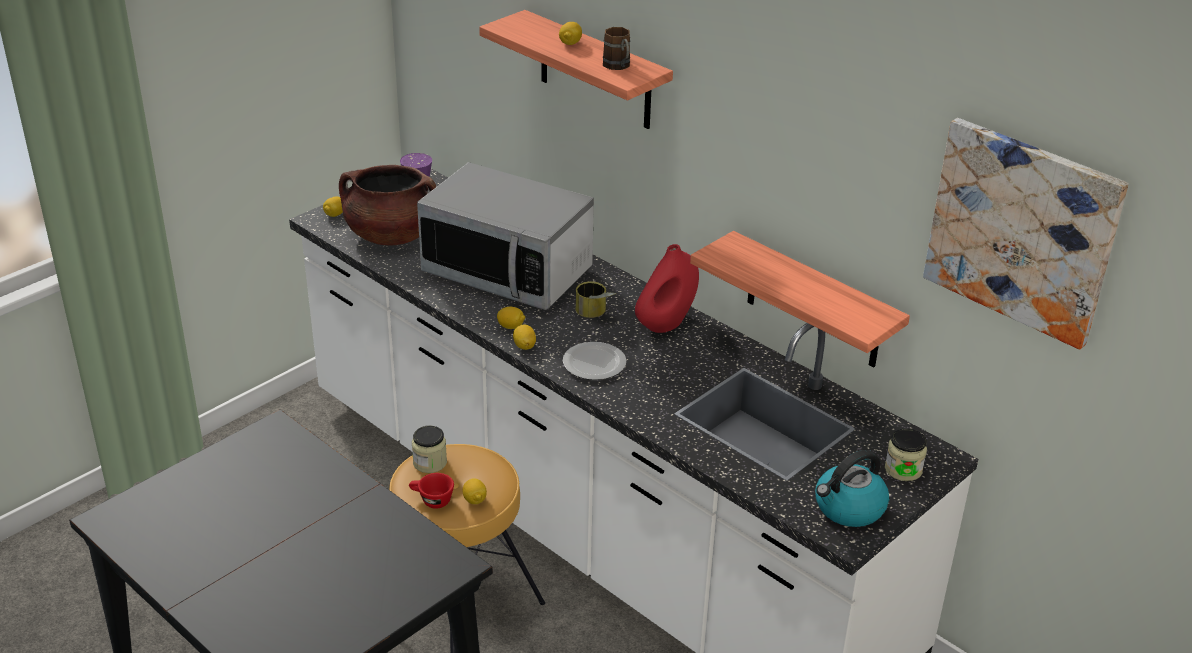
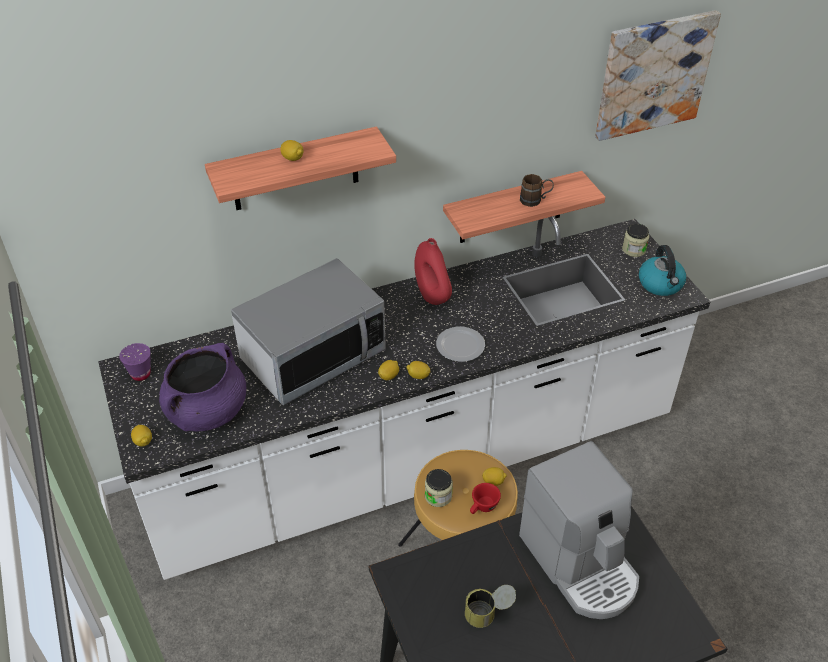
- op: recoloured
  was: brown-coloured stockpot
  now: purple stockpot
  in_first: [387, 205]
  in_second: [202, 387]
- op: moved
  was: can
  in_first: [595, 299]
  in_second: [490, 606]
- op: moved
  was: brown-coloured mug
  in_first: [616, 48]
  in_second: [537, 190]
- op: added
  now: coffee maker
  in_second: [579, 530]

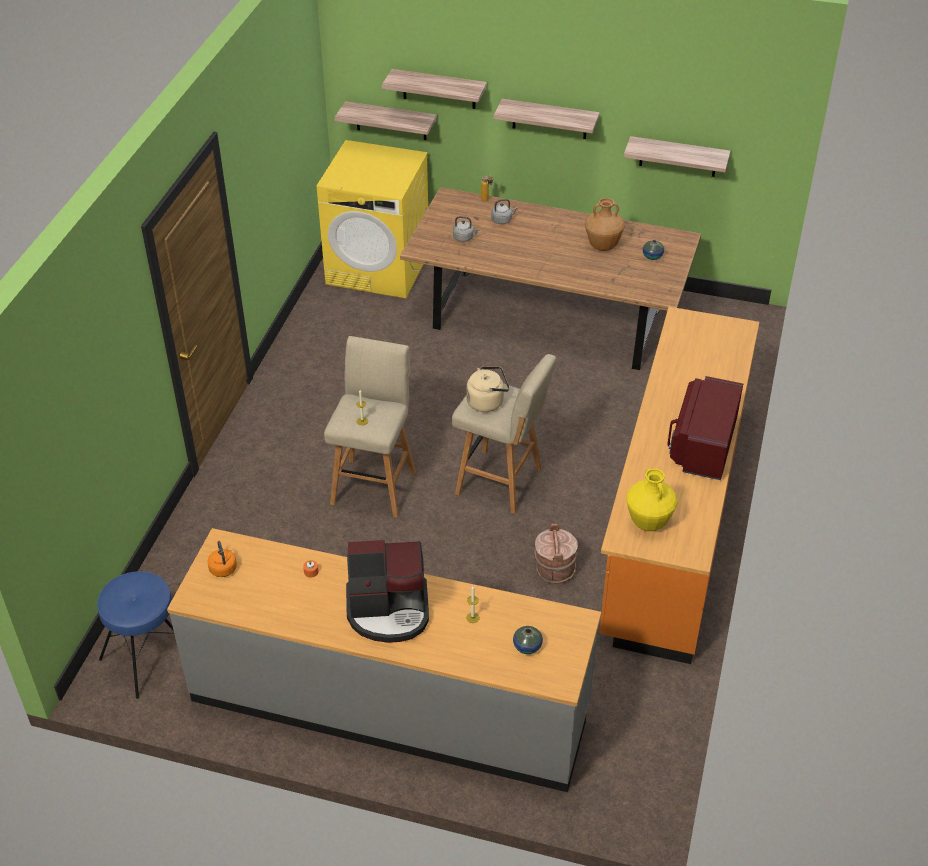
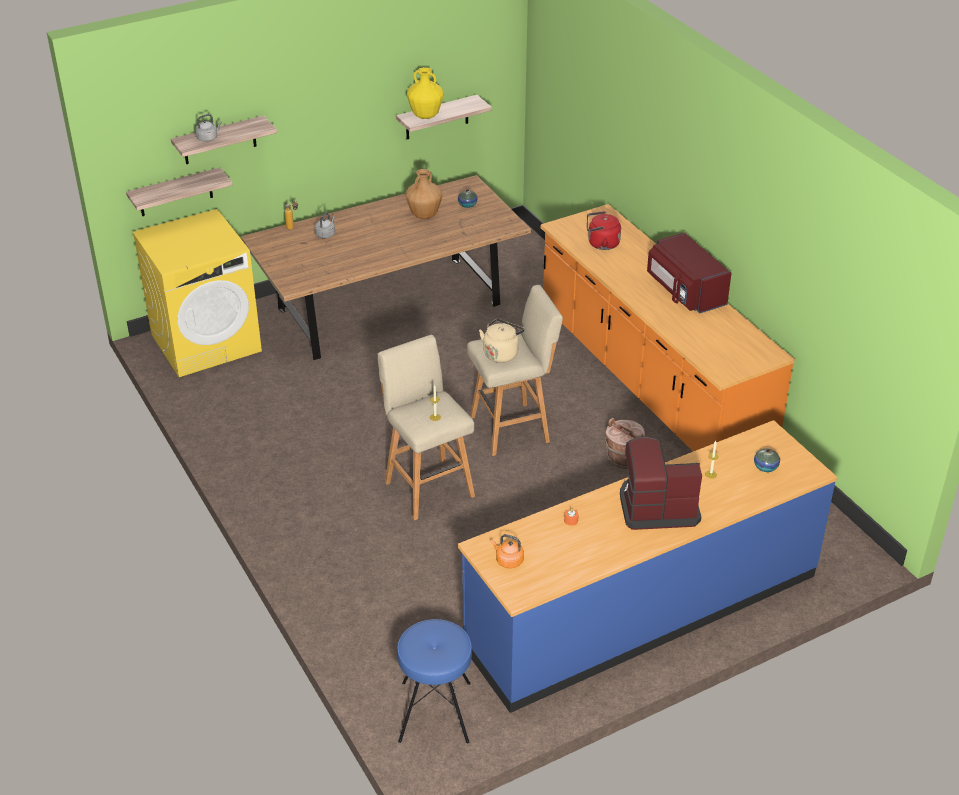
- op: recoloured
  was: gray kitchen base unit
  now: bluish kitchen base unit
  in_first: [384, 660]
  in_second: [647, 566]
- op: turned
  was: coffee maker
  in_first: [387, 591]
  in_second: [661, 483]
  clockwise: -135
- op: moved
  was: gray tea kettle
  in_first: [466, 229]
  in_second: [208, 128]
- op: removed
  was: bracket shelf
  in_first: [546, 119]
- op: moved
  was: yellowish flower vase
  in_first: [652, 500]
  in_second: [425, 93]
- op: added
  now: red tea kettle
  in_second: [604, 230]

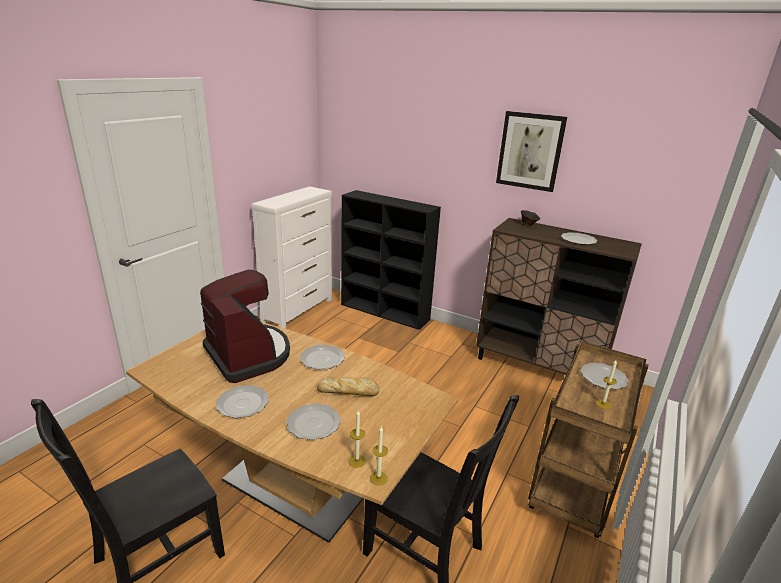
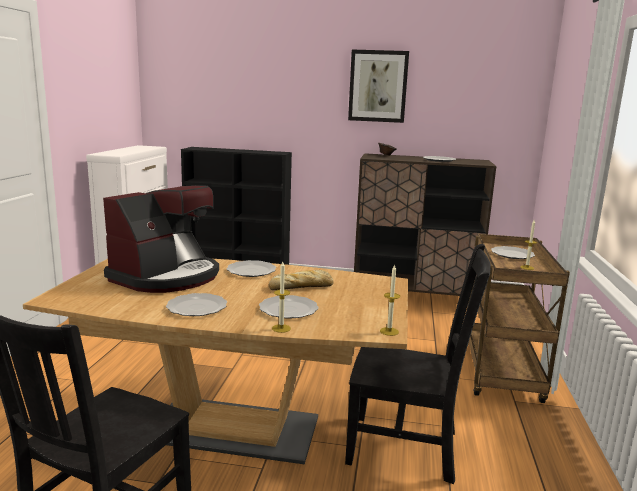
- op: turned
  was: coffee maker
  in_first: [245, 326]
  in_second: [161, 239]
  clockwise: 90
- op: moved
  was: wax light
  in_first: [357, 439]
  in_second: [281, 297]

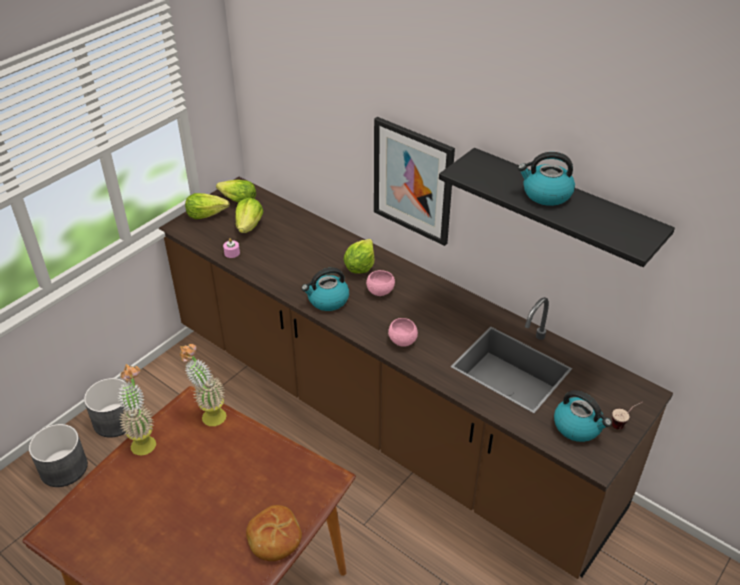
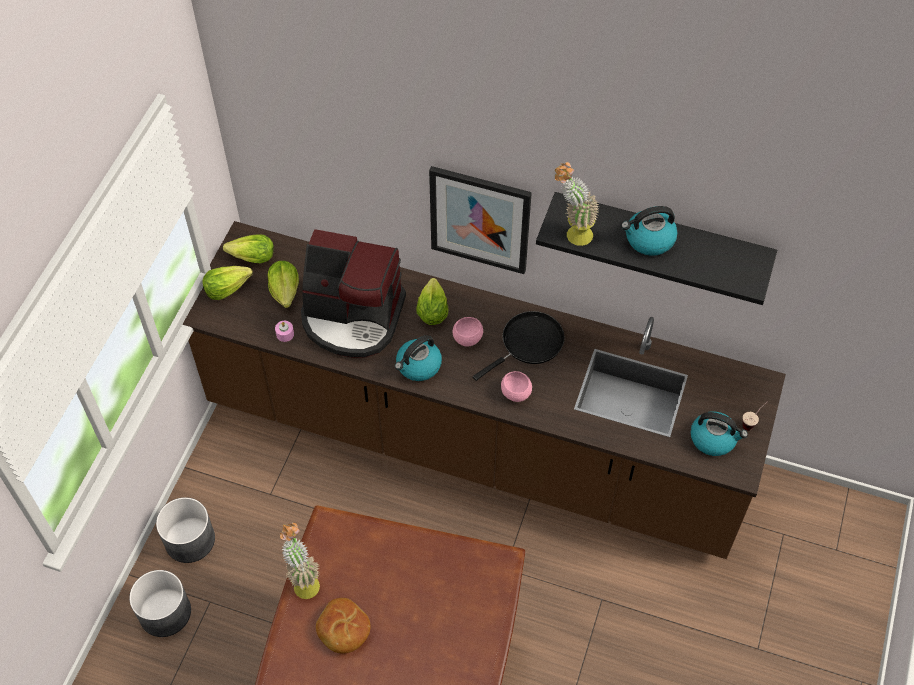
- op: moved
  was: potted plant
  in_first: [203, 385]
  in_second: [577, 204]
- op: moved
  was: baked bread
  in_first: [274, 533]
  in_second: [343, 626]
- op: added
  now: coffee maker
  in_second: [353, 293]
- op: added
  now: black-coloured skillet
  in_second: [519, 346]

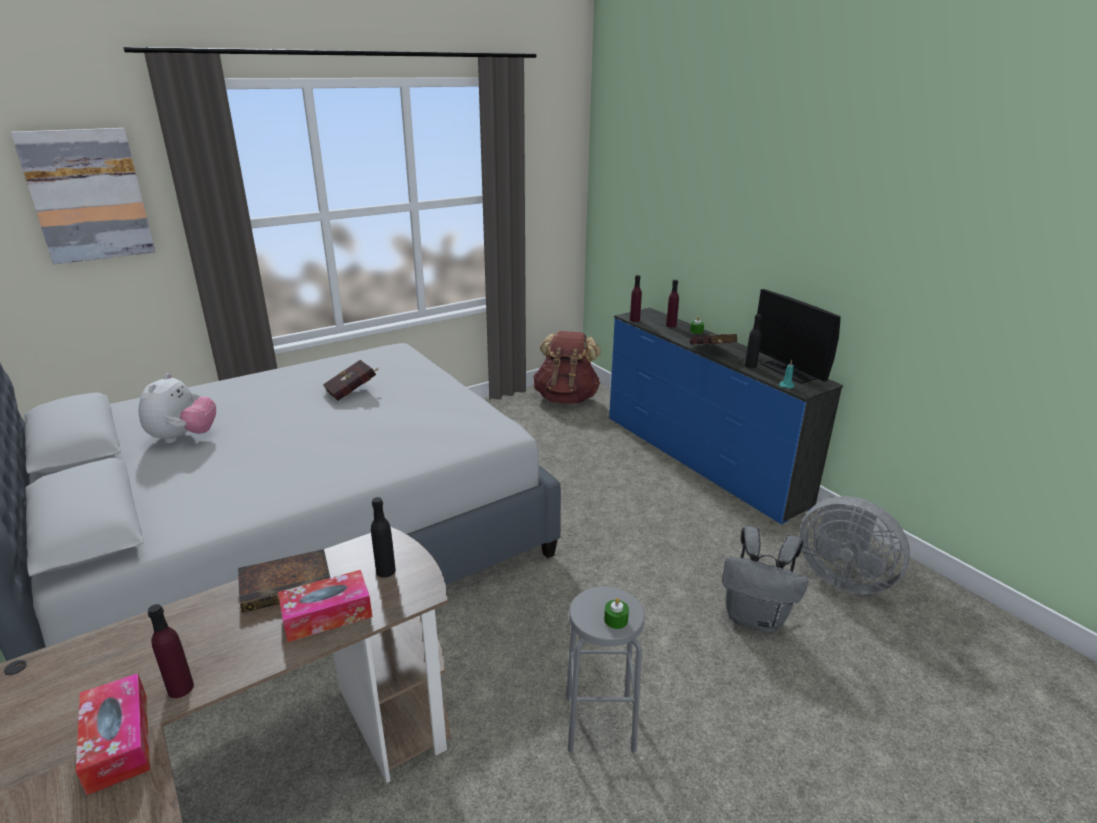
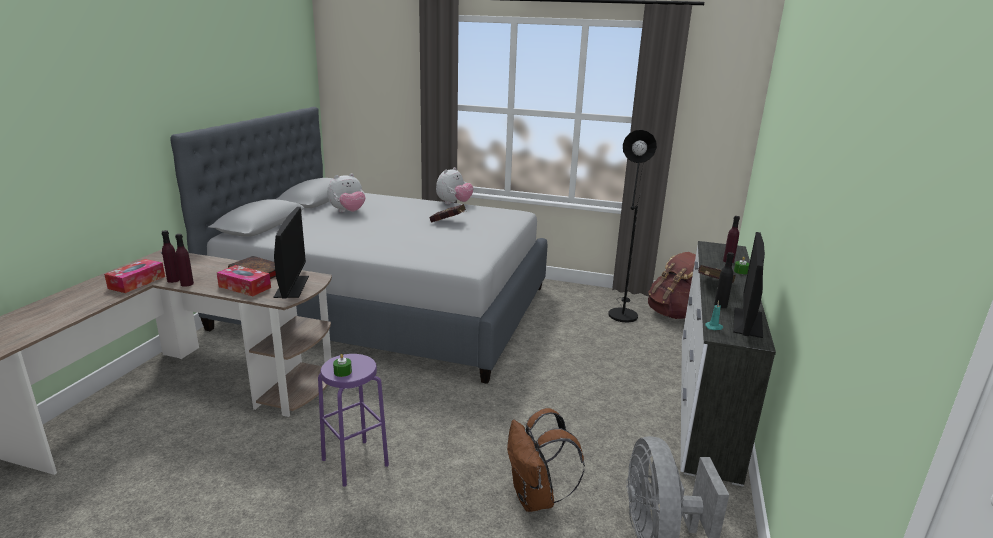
- op: removed
  was: picture
  in_first: [83, 196]
- op: replaced
  was: black-coloured beverage bottle
  now: computer display
  in_first: [383, 537]
  in_second: [291, 252]
- op: recoloured
  was: gray stool
  now: purple stool
  in_first: [605, 670]
  in_second: [353, 420]
- op: recoloured
  was: bluish chest of drawers
  now: white-coloured chest of drawers
  in_first: [726, 416]
  in_second: [728, 364]
- op: moved
  was: purple beverage bottle
  in_first: [636, 298]
  in_second: [184, 260]
- op: recoloured
  was: gray knapsack
  now: brown-coloured knapsack
  in_first: [765, 579]
  in_second: [546, 460]
- op: added
  now: plush toy
  in_second: [454, 185]
- op: added
  now: black-coloured standard lamp
  in_second: [632, 226]

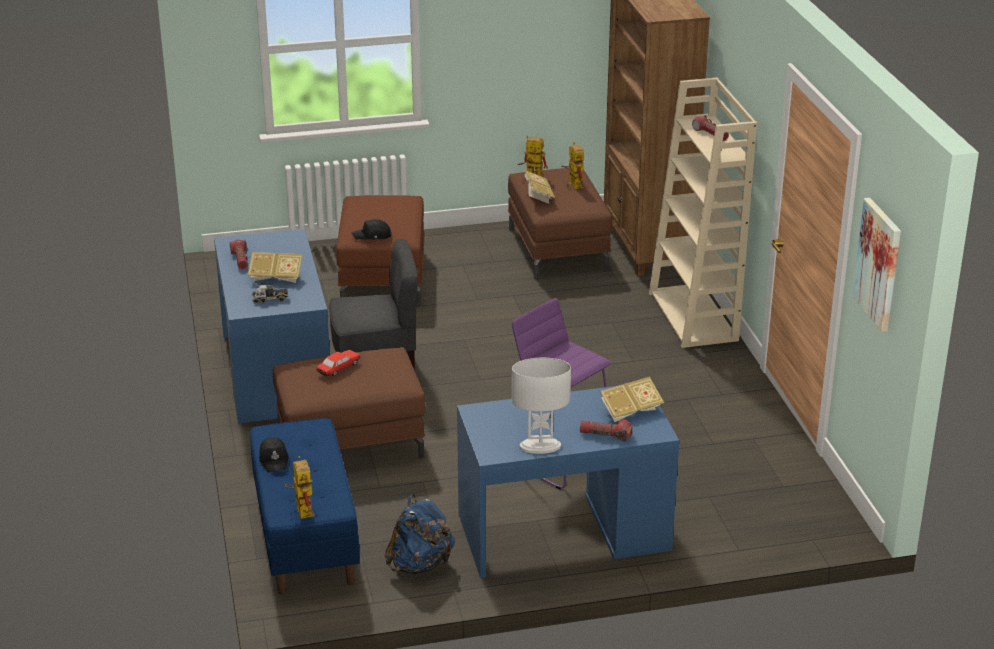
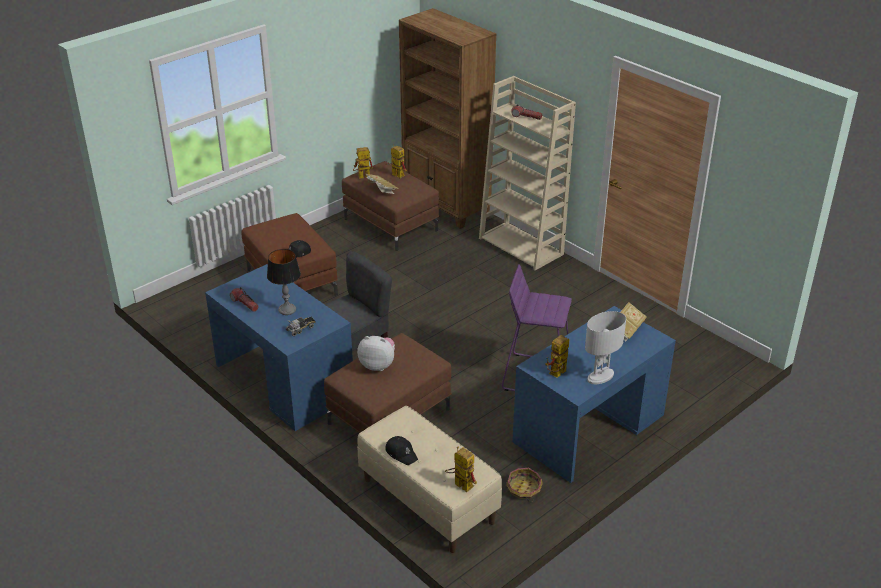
- op: replaced
  was: bound book
  now: lamp for a table
  in_first: [275, 267]
  in_second: [284, 282]
- op: recoloured
  was: bluish long seat
  now: beige long seat
  in_first: [305, 506]
  in_second: [429, 479]
- op: replaced
  was: toy car
  now: plush toy
  in_first: [338, 363]
  in_second: [376, 353]
- op: replaced
  was: bluish knapsack
  now: basket
  in_first: [419, 534]
  in_second: [524, 485]
- op: removed
  was: hand torch
  in_first: [606, 431]
- op: removed
  was: picture
  in_first: [876, 265]
- op: added
  now: model robot
  in_second: [557, 356]

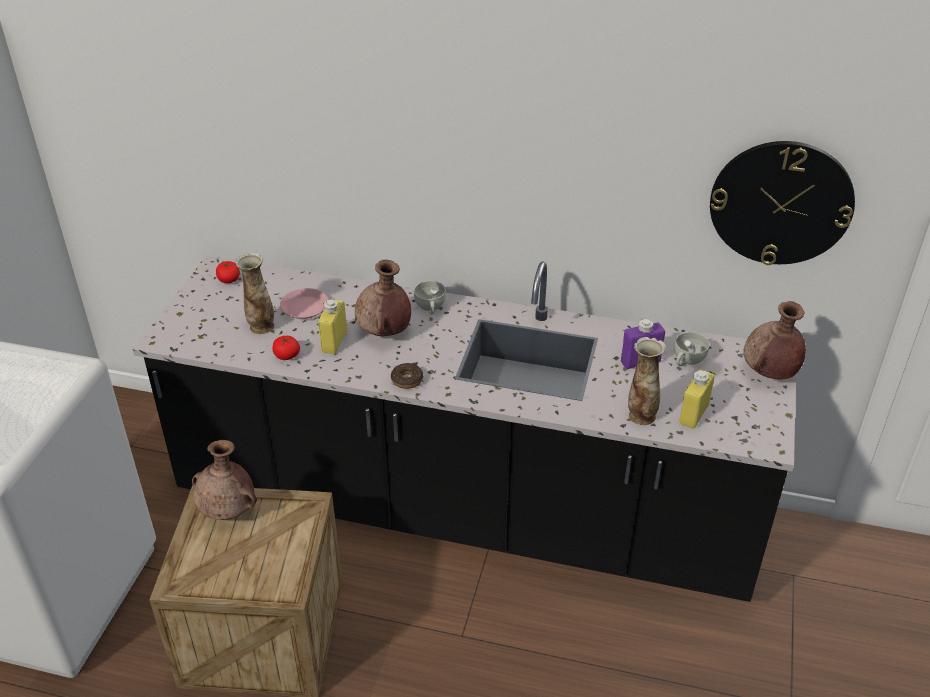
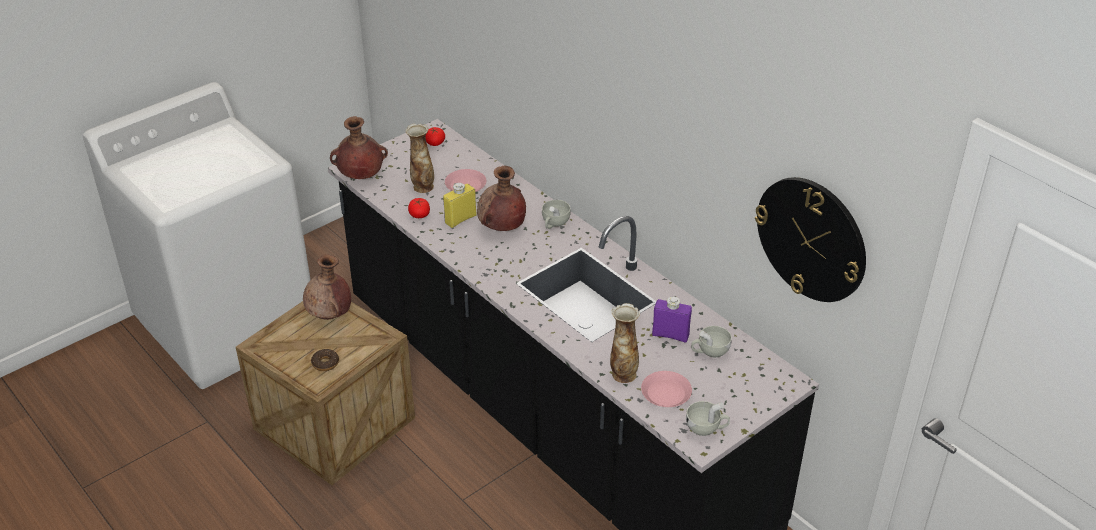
- op: moved
  was: ring doughnut
  in_first: [407, 376]
  in_second: [325, 360]
- op: replaced
  was: yellowish beverage bottle
  now: pink-coloured flat dish
  in_first: [696, 399]
  in_second: [666, 389]
- op: moved
  was: brown-coloured flower vase
  in_first: [774, 340]
  in_second: [359, 147]
- op: added
  now: white-coloured drinking cup
  in_second: [708, 418]

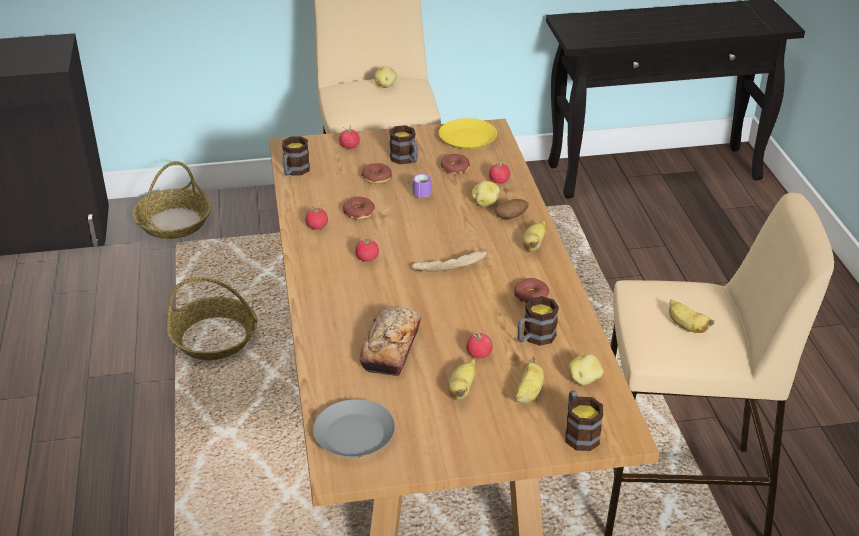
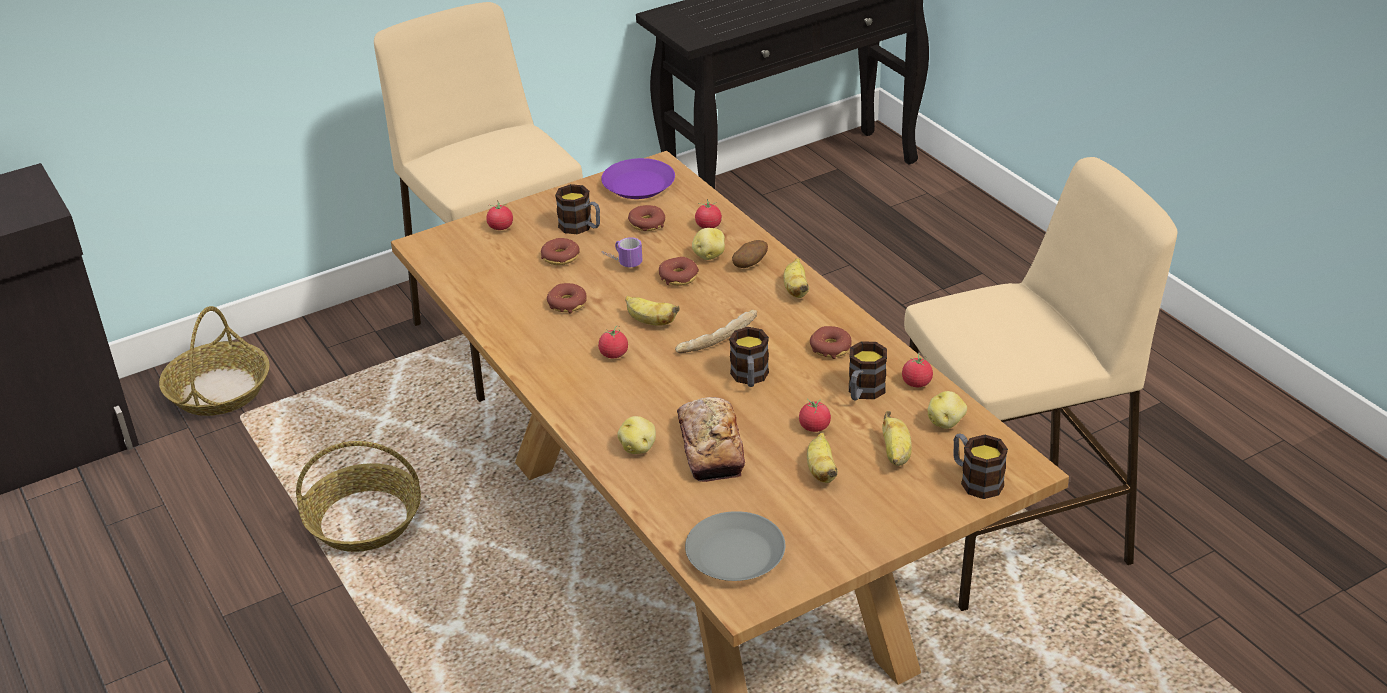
- op: moved
  was: mug
  in_first: [296, 156]
  in_second: [749, 357]
- op: moved
  was: tomato
  in_first: [316, 217]
  in_second: [917, 370]
- op: moved
  was: whole potato
  in_first: [386, 77]
  in_second: [637, 435]
- op: recoloured
  was: yellowish flat dish
  now: purple flat dish
  in_first: [468, 134]
  in_second: [638, 178]
- op: moved
  was: banana
  in_first: [691, 316]
  in_second: [652, 311]
- op: added
  now: ring doughnut
  in_second: [679, 271]

